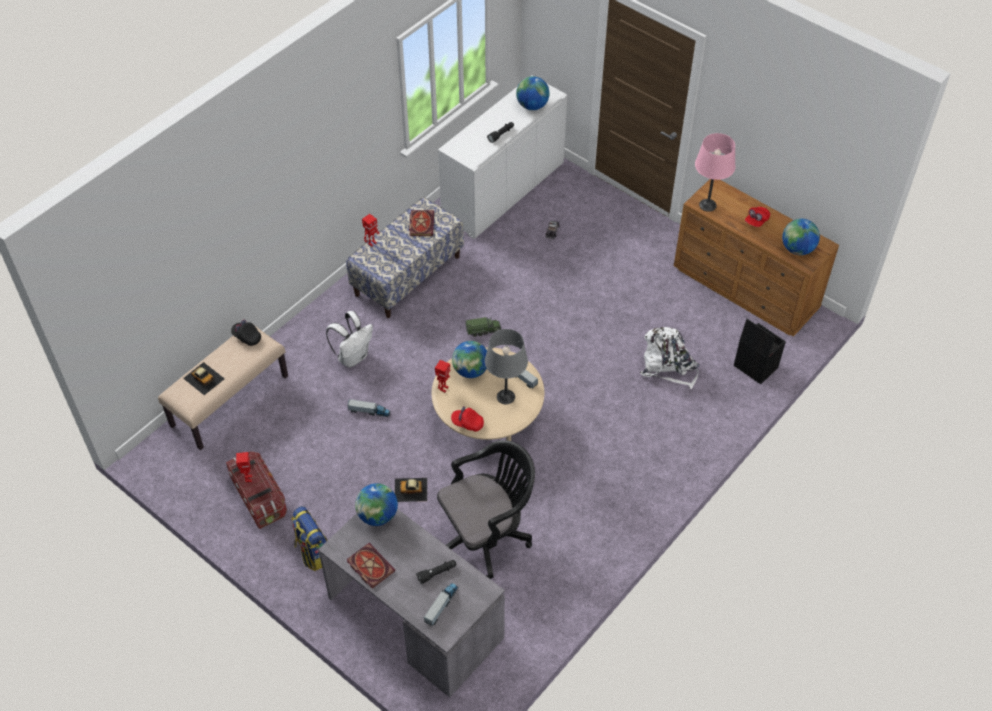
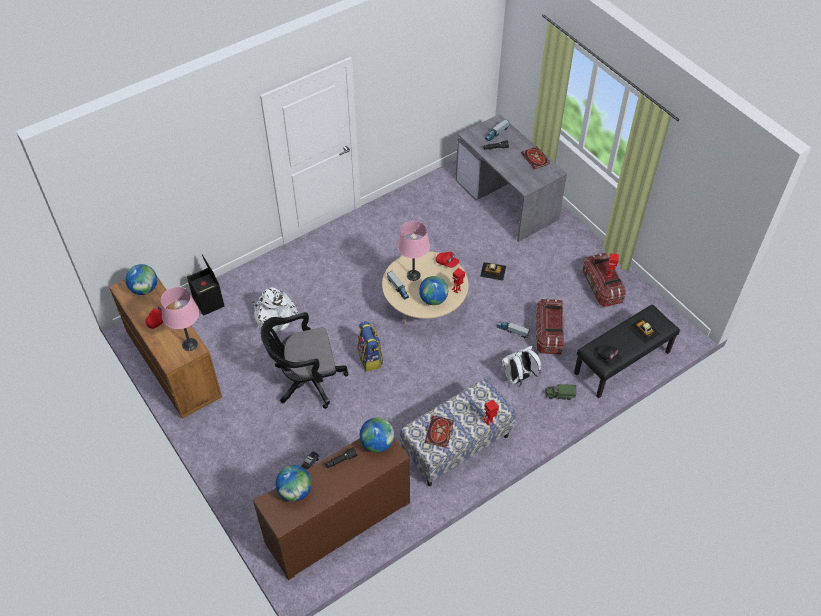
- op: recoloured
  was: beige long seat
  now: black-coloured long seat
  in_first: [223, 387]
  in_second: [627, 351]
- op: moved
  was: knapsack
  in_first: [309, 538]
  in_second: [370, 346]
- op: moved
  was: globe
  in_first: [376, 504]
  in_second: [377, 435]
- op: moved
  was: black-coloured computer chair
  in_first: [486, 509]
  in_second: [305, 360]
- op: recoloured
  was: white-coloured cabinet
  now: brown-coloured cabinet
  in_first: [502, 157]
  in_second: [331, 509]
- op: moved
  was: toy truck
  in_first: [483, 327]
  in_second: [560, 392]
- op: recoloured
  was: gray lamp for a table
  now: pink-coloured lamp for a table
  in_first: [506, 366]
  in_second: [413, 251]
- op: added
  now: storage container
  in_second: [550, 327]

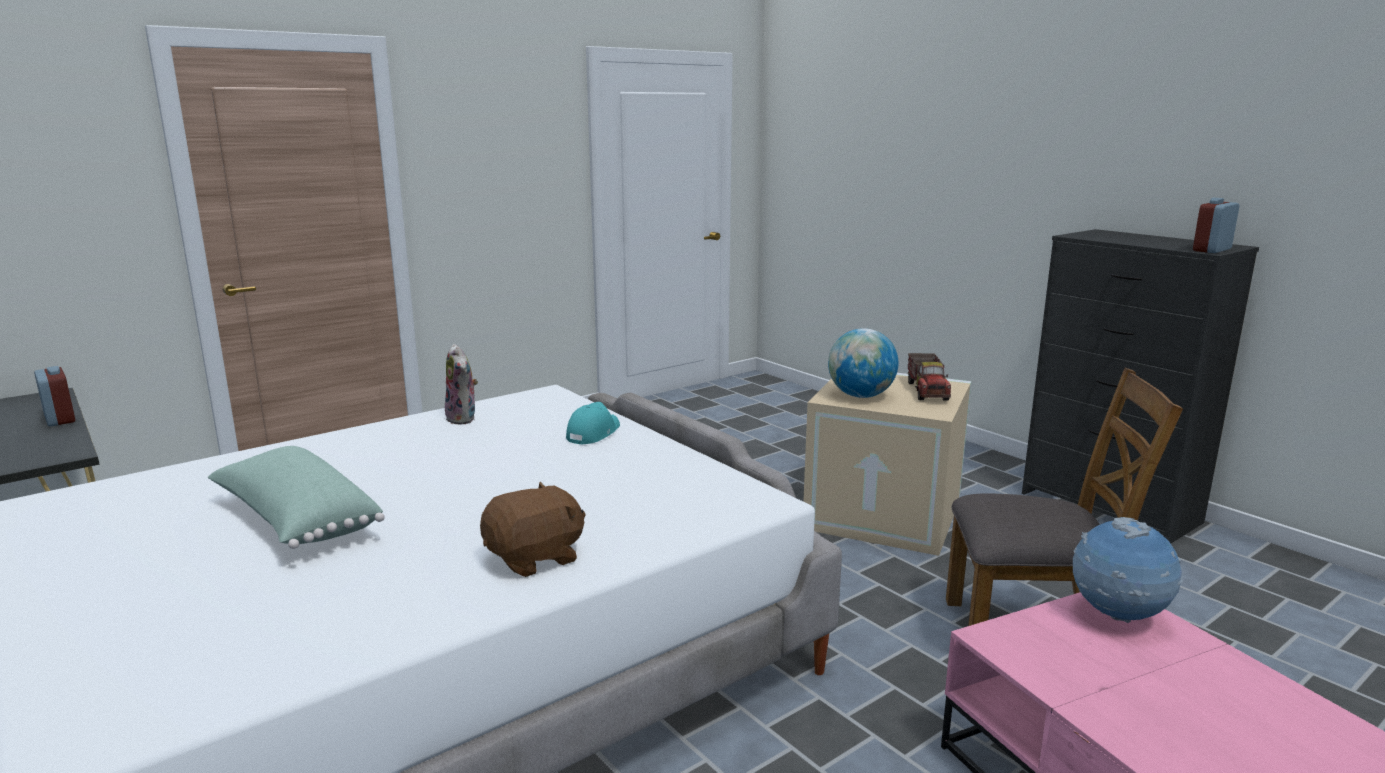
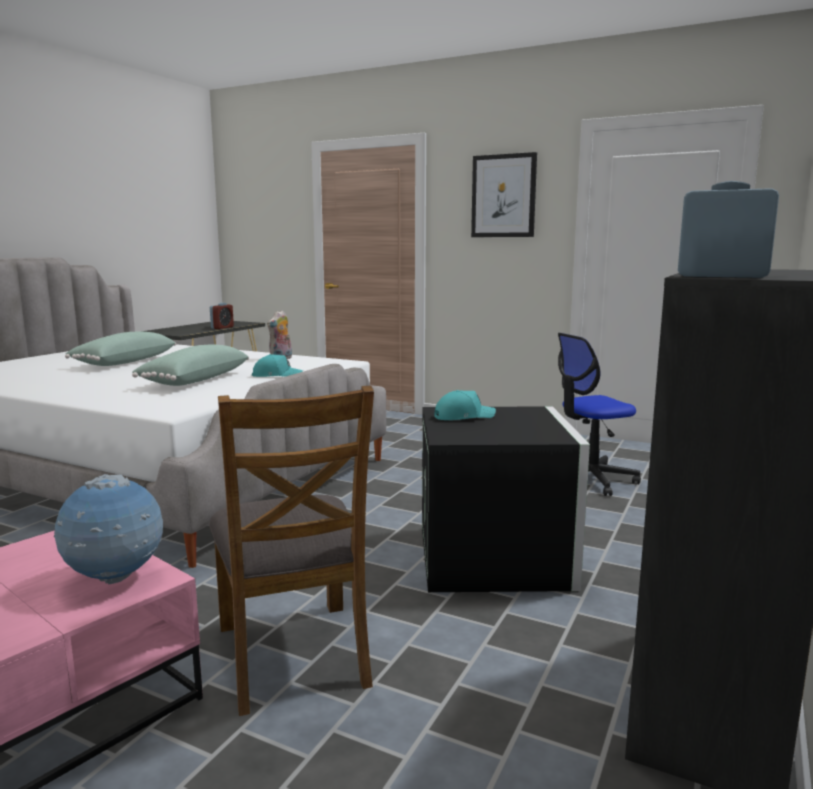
- op: removed
  was: brown-coloured plush toy
  in_first: [533, 529]
- op: recoloured
  was: beige storage container
  now: black-coloured storage container
  in_first: [887, 464]
  in_second: [506, 499]
- op: replaced
  was: globe
  now: turquoise-coloured cap
  in_first: [863, 363]
  in_second: [465, 405]
- op: removed
  was: toy truck
  in_first: [929, 377]
- op: added
  now: green cushion
  in_second: [190, 365]
- op: added
  now: picture
  in_second: [504, 194]
- op: added
  now: computer chair
  in_second: [599, 414]

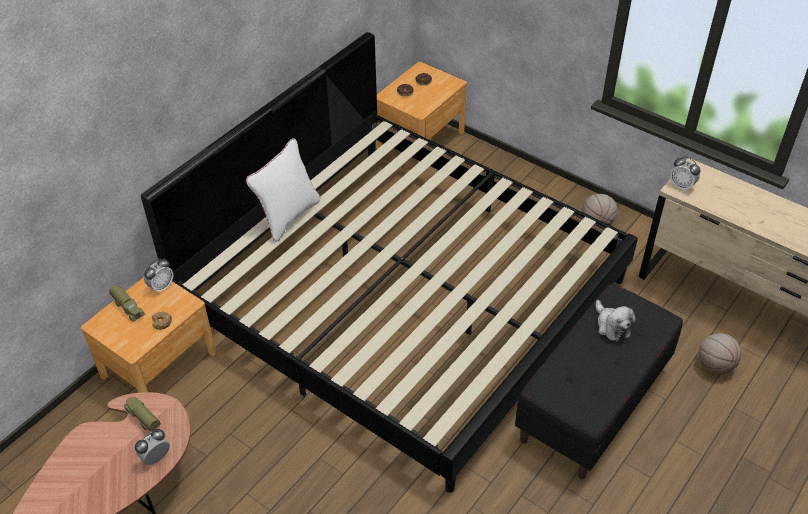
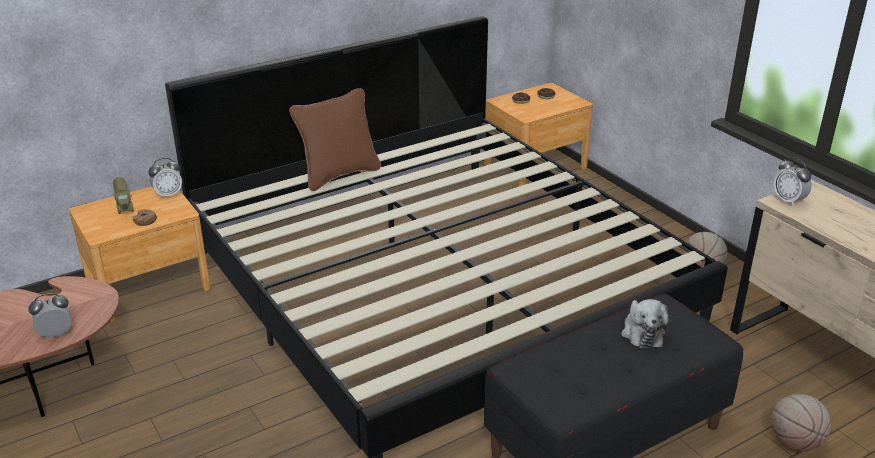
- op: removed
  was: toy truck
  in_first: [142, 414]
- op: recoloured
  was: white-coloured cushion
  now: brown-coloured cushion
  in_first: [283, 190]
  in_second: [335, 139]

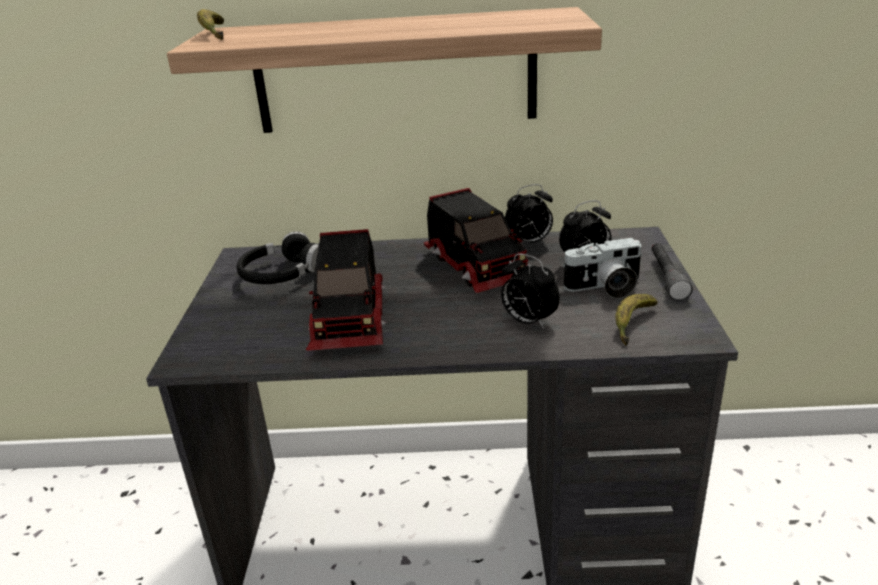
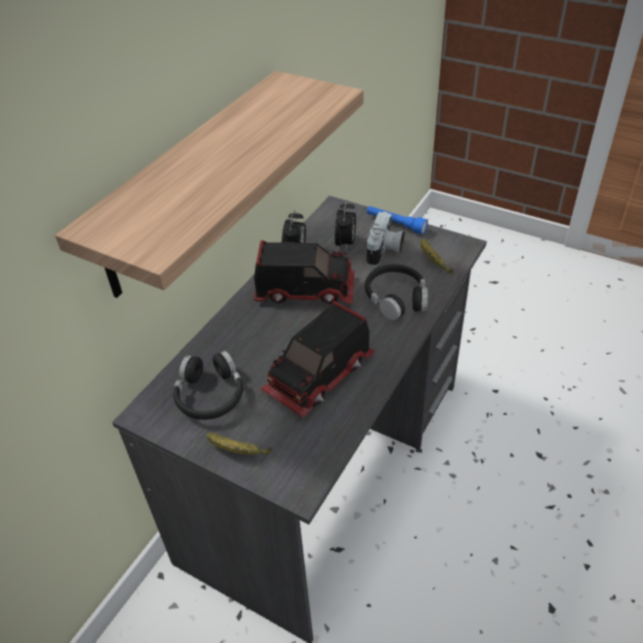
- op: moved
  was: banana
  in_first: [210, 24]
  in_second: [239, 443]
- op: turned
  was: toy truck
  in_first: [346, 290]
  in_second: [318, 359]
  clockwise: 105
- op: replaced
  was: table clock
  now: black-coloured headset
  in_first: [530, 291]
  in_second: [396, 292]
- op: recoloured
  was: gray hand torch
  now: bluish hand torch
  in_first: [672, 272]
  in_second: [397, 220]

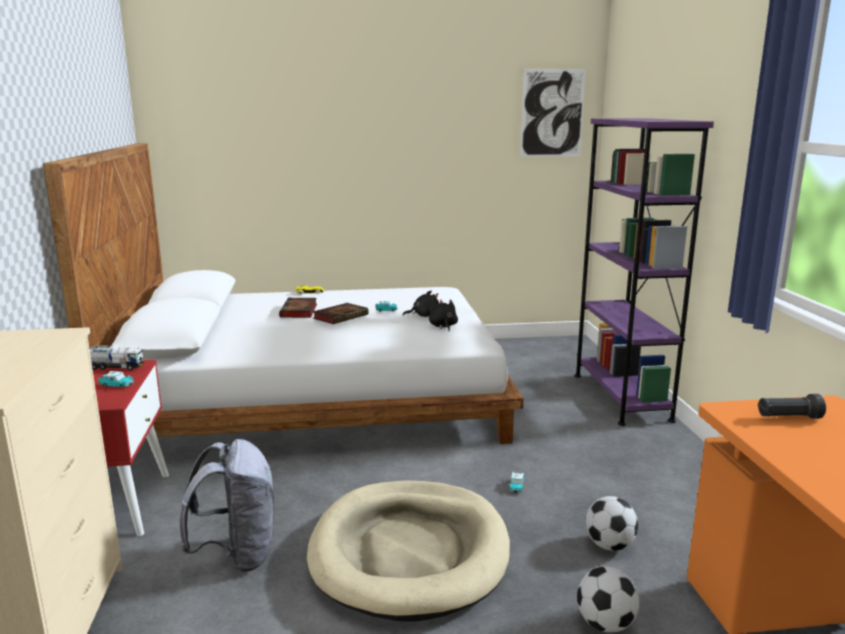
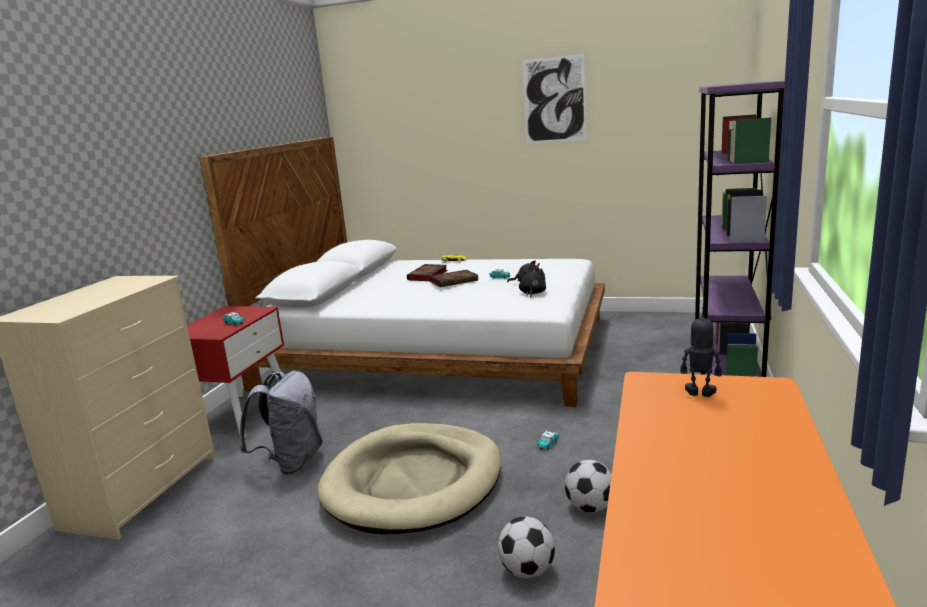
- op: removed
  was: toy truck
  in_first: [116, 357]
- op: moved
  was: picture
  in_first: [553, 113]
  in_second: [554, 98]
- op: replaced
  was: black-coloured hand torch
  now: model robot
  in_first: [792, 406]
  in_second: [701, 352]

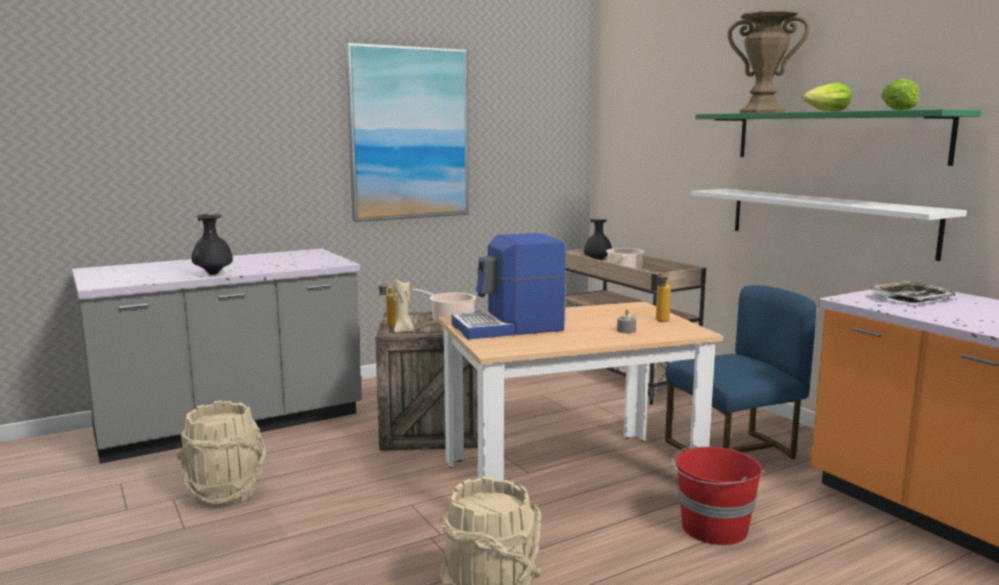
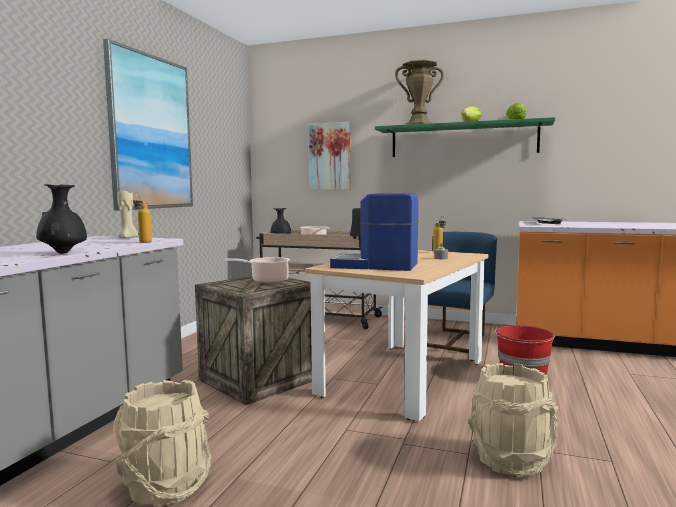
- op: moved
  was: beverage bottle
  in_first: [387, 303]
  in_second: [142, 219]
- op: moved
  was: beige wax light
  in_first: [403, 306]
  in_second: [127, 214]
- op: turned
  was: coffee maker
  in_first: [509, 286]
  in_second: [374, 232]
  clockwise: 75
- op: removed
  was: white-coloured bracket shelf
  in_first: [829, 225]
- op: added
  now: picture
  in_second: [330, 156]

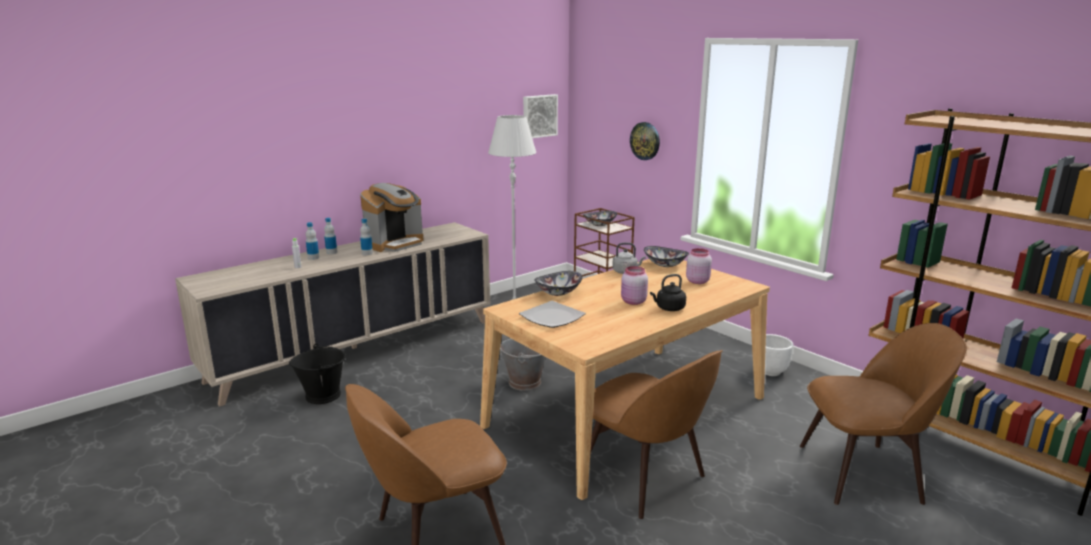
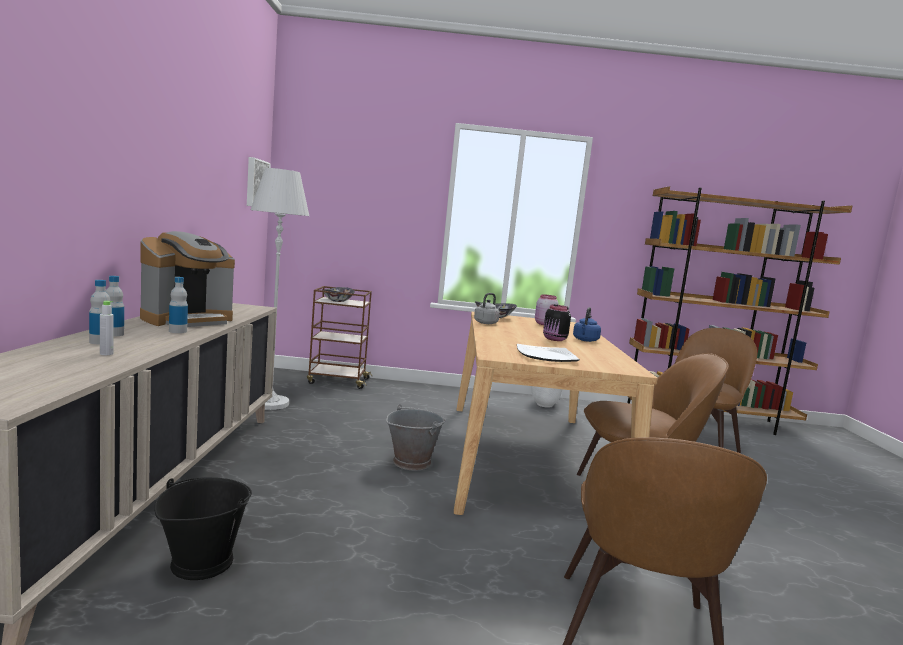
- op: turned
  was: coffee maker
  in_first: [391, 217]
  in_second: [187, 279]
  clockwise: 45
- op: removed
  was: deep dish
  in_first: [558, 283]
- op: recoloured
  was: pink-coloured storage jar
  now: black-coloured storage jar
  in_first: [634, 285]
  in_second: [557, 323]
- op: removed
  was: clock on the wall
  in_first: [645, 141]
- op: recoloured
  was: black-coloured tea kettle
  now: bluish tea kettle
  in_first: [668, 292]
  in_second: [587, 324]

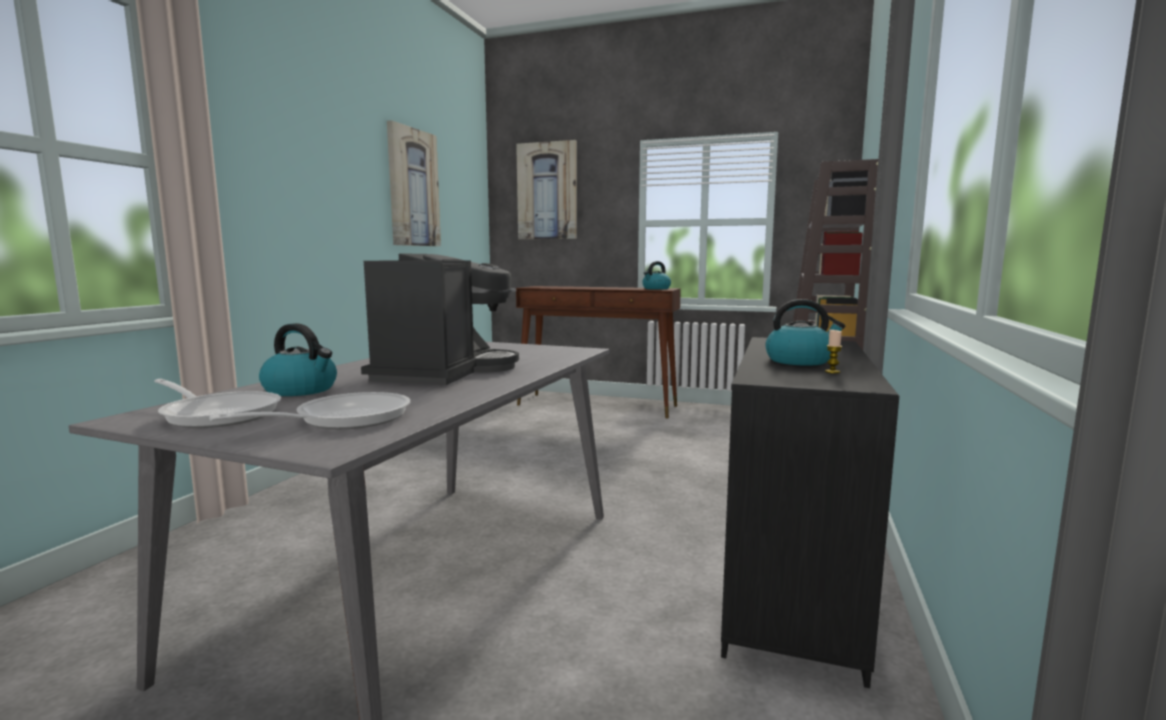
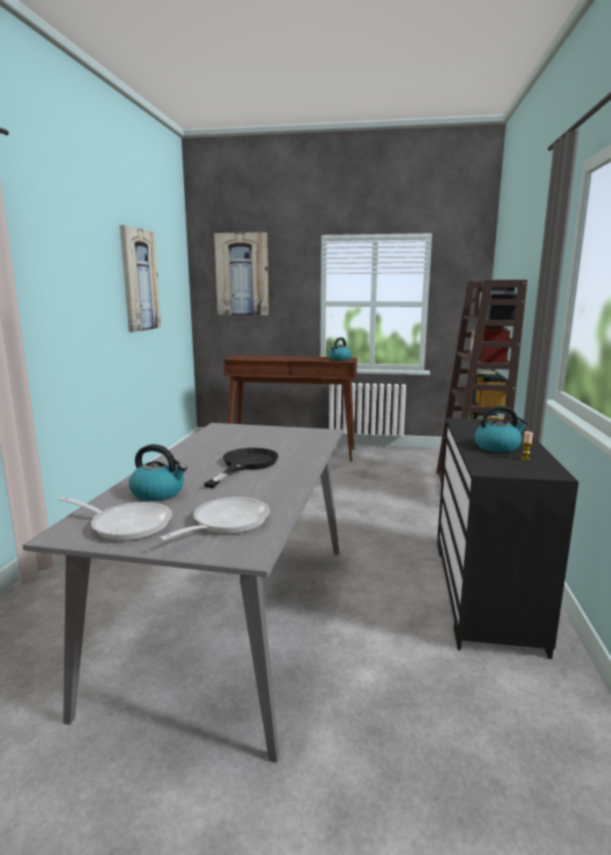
- op: replaced
  was: coffee maker
  now: black-coloured skillet
  in_first: [440, 319]
  in_second: [241, 468]

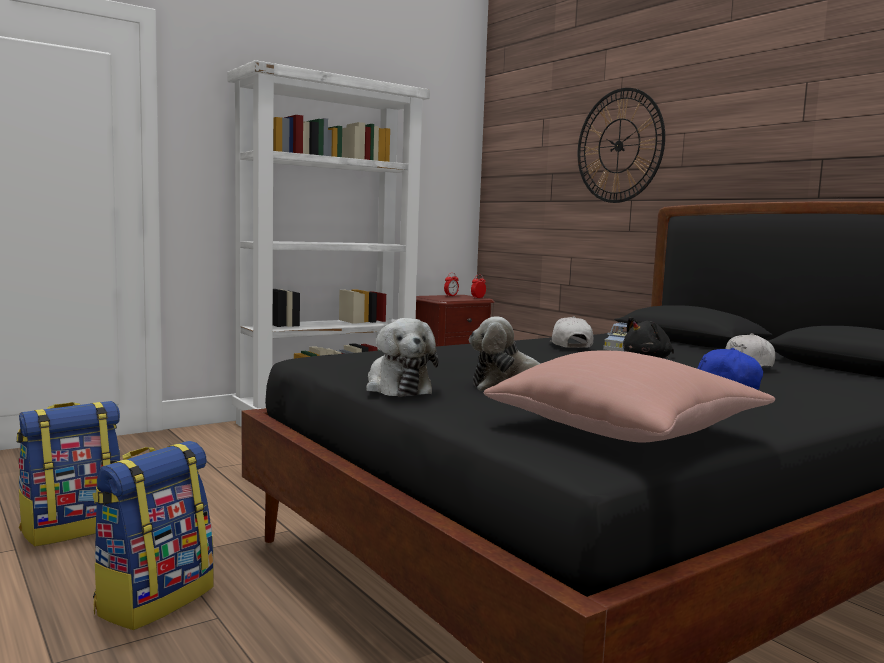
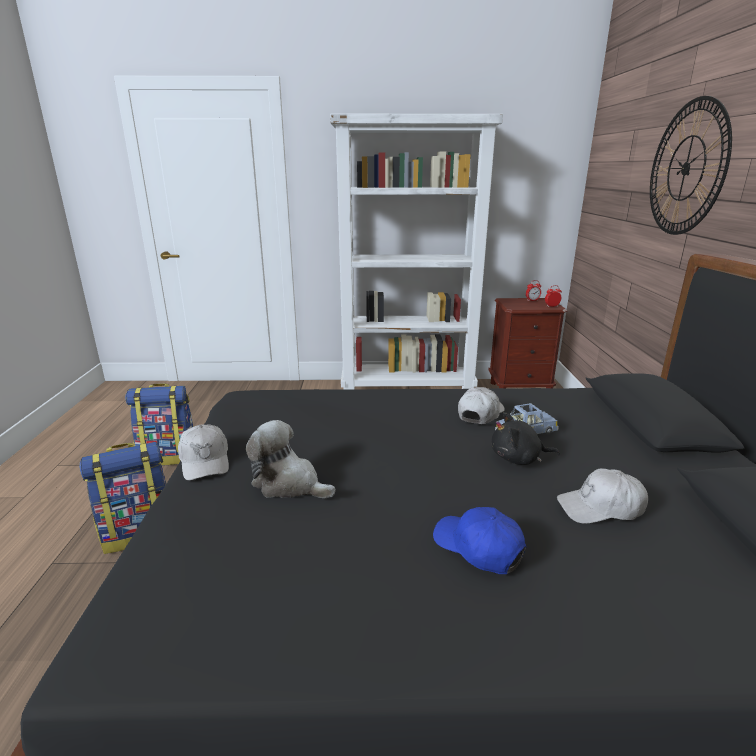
- op: replaced
  was: plush toy
  now: white-coloured cap
  in_first: [402, 357]
  in_second: [203, 452]
- op: removed
  was: pink-coloured cushion
  in_first: [629, 397]

